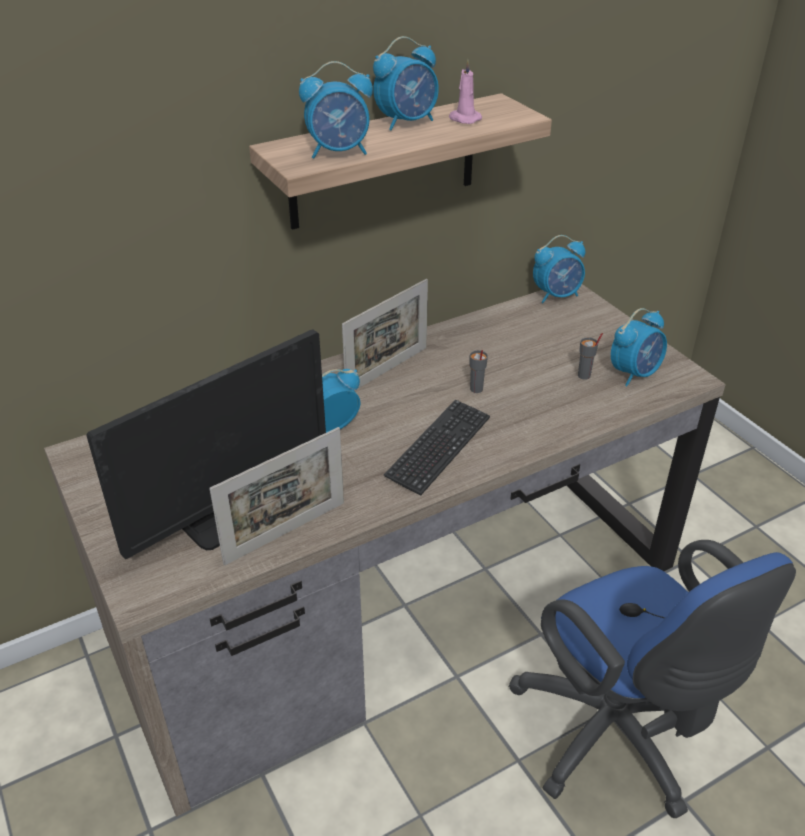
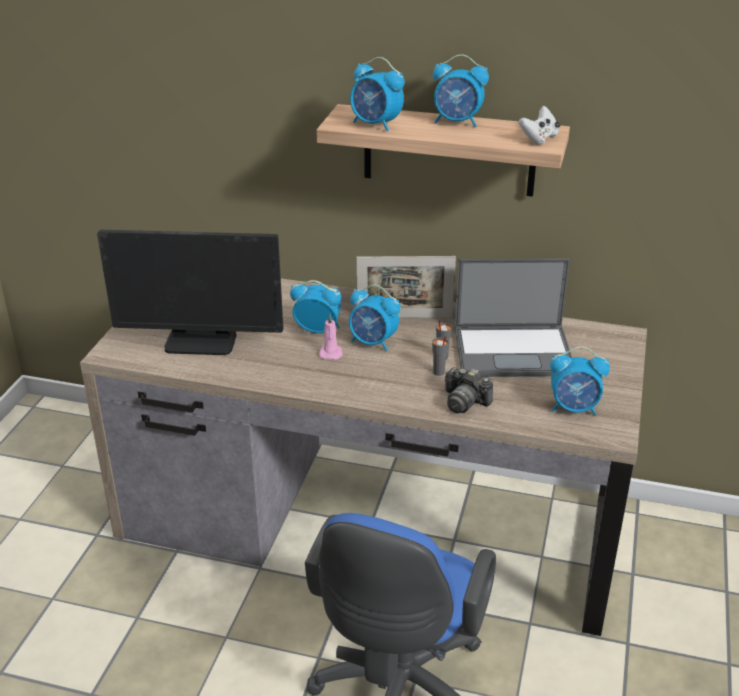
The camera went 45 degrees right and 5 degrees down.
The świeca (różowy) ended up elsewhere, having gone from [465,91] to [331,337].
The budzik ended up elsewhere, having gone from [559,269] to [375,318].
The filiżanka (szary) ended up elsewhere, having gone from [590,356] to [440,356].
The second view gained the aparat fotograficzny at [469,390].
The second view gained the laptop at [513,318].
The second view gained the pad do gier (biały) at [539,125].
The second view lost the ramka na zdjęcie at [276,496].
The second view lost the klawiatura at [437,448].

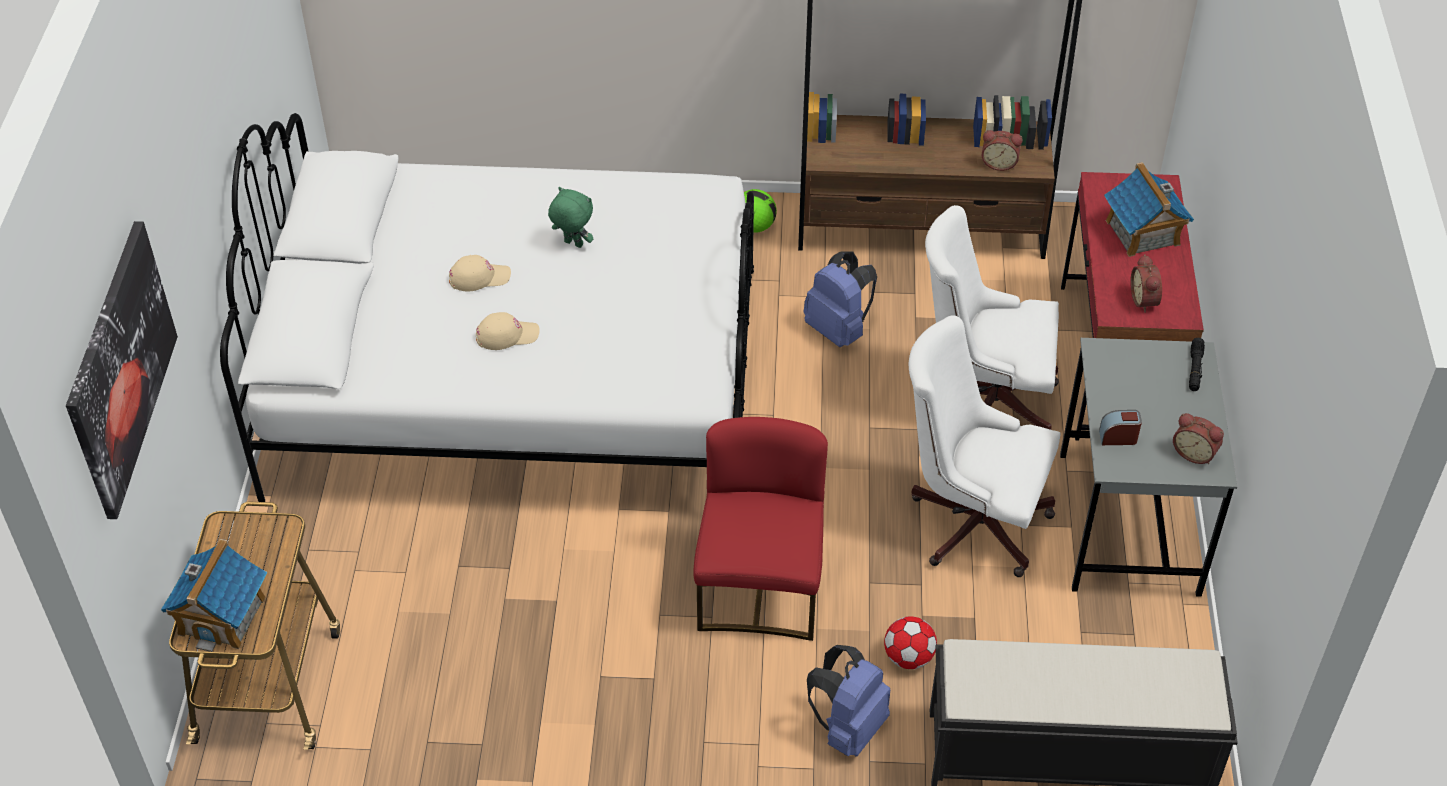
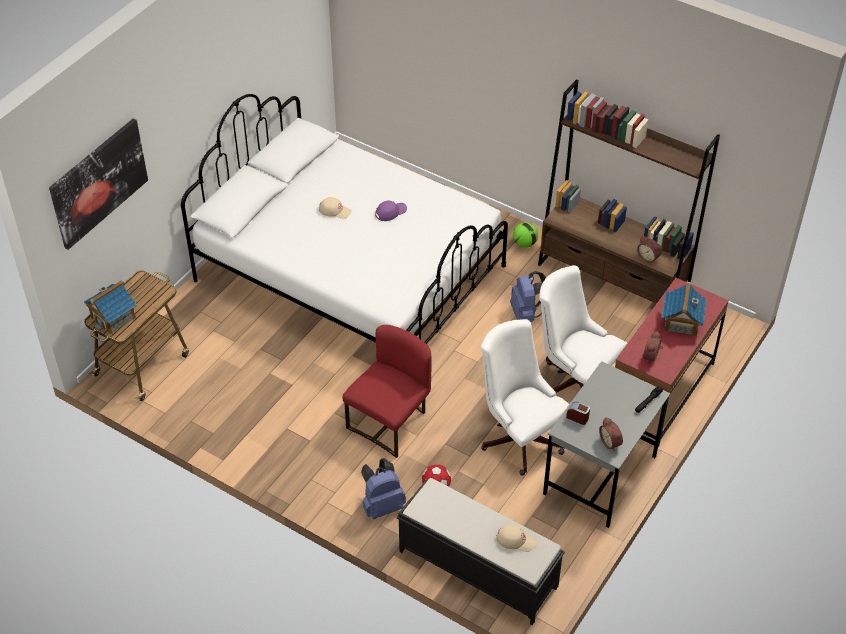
The camera went 30 degrees right and 0 degrees up.
Where the pluszak (zielony) stood at [570,217], the czapka z daszkiem (fioletowy) came to stand at [391,211].
The czapka z daszkiem (beżowy) ended up elsewhere, having gone from [508,331] to [516,538].

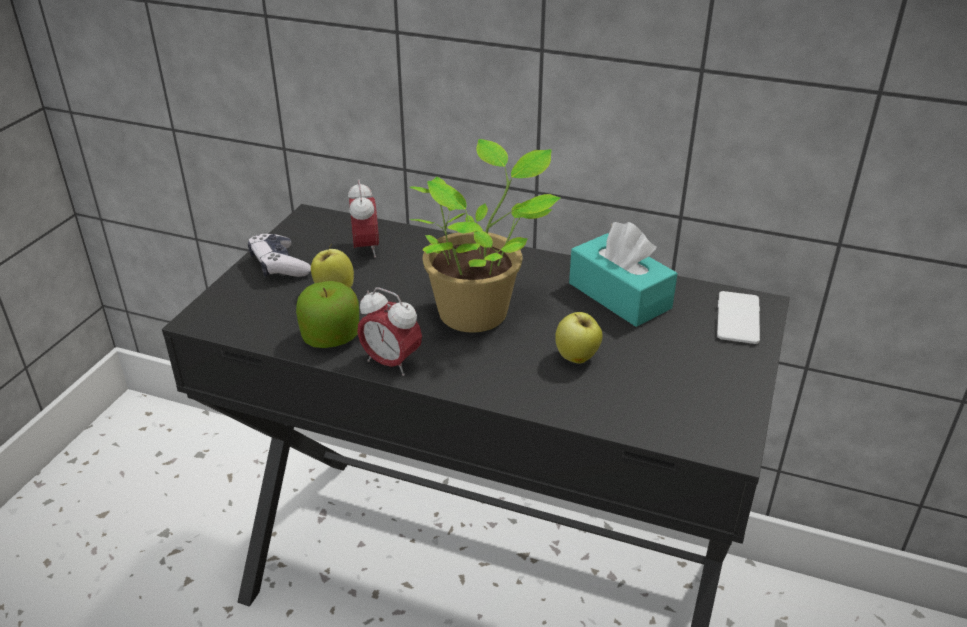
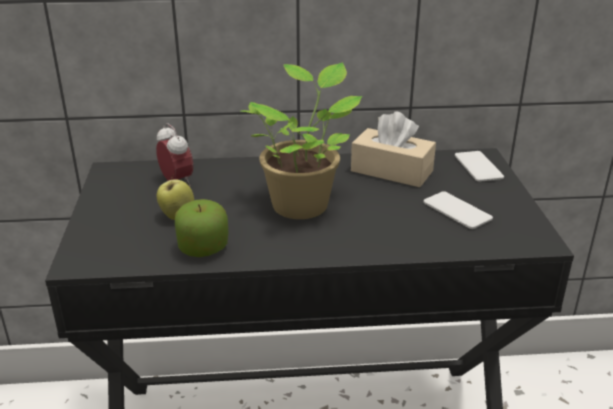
The camera went 25 degrees left and 5 degrees down.
What was the pudełko chusteczek (turkusowy) at [623,274] turned into the pudełko chusteczek (beżowy) at [393,149].
The second view gained the telefon at [458,210].
The second view lost the pad do gier at [279,255].
The second view lost the budzik at [389,332].
The second view lost the jabłko at [578,338].

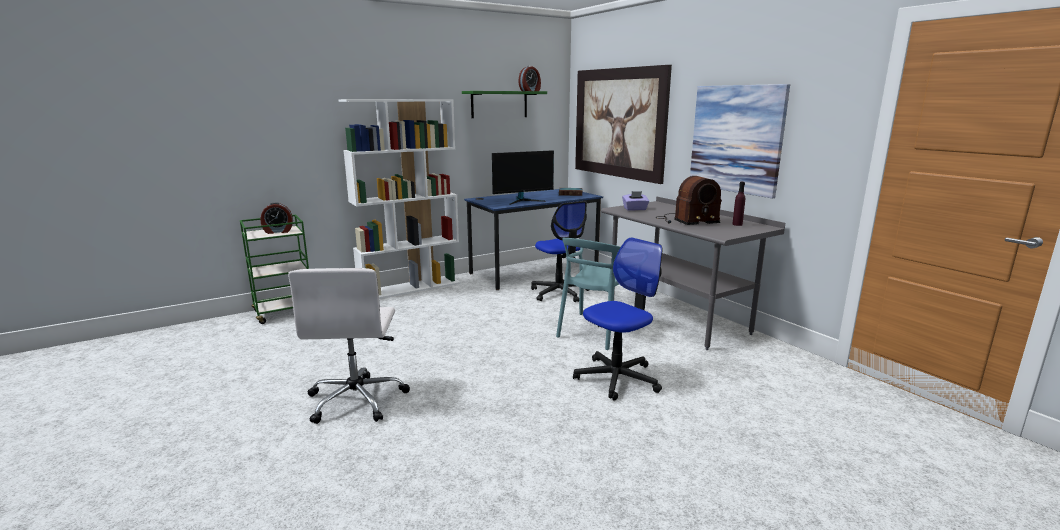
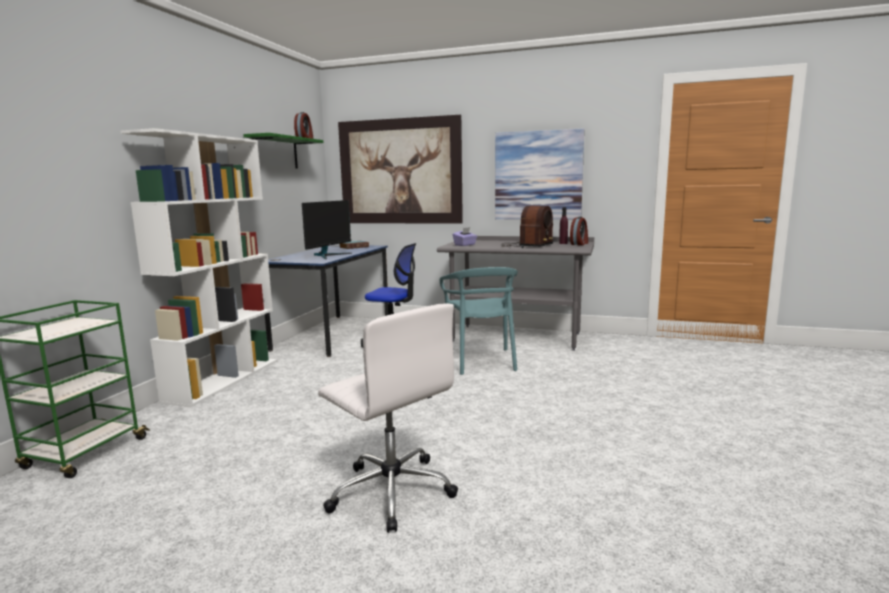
The camera went 40 degrees left and 5 degrees down.
The budzik ended up elsewhere, having gone from [276,218] to [579,230].
The second view lost the krzesło biurowe at [618,319].

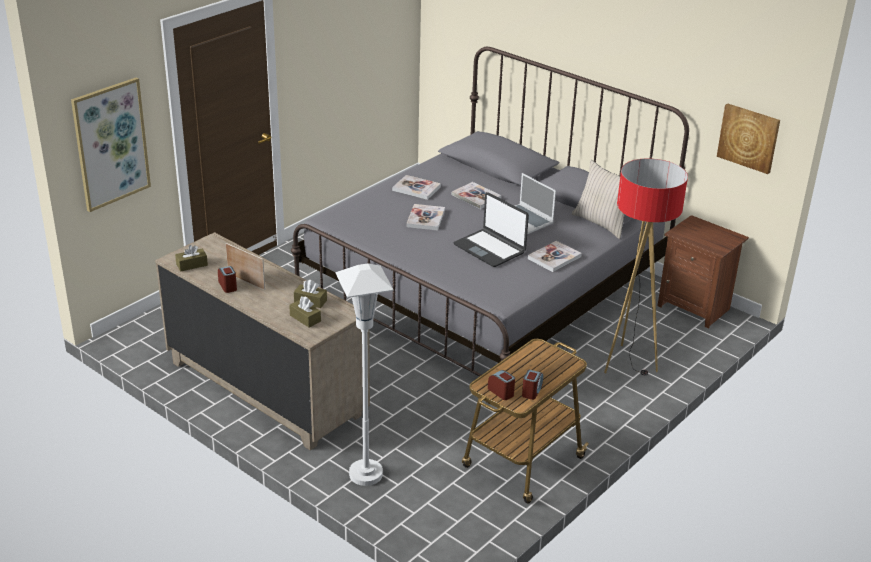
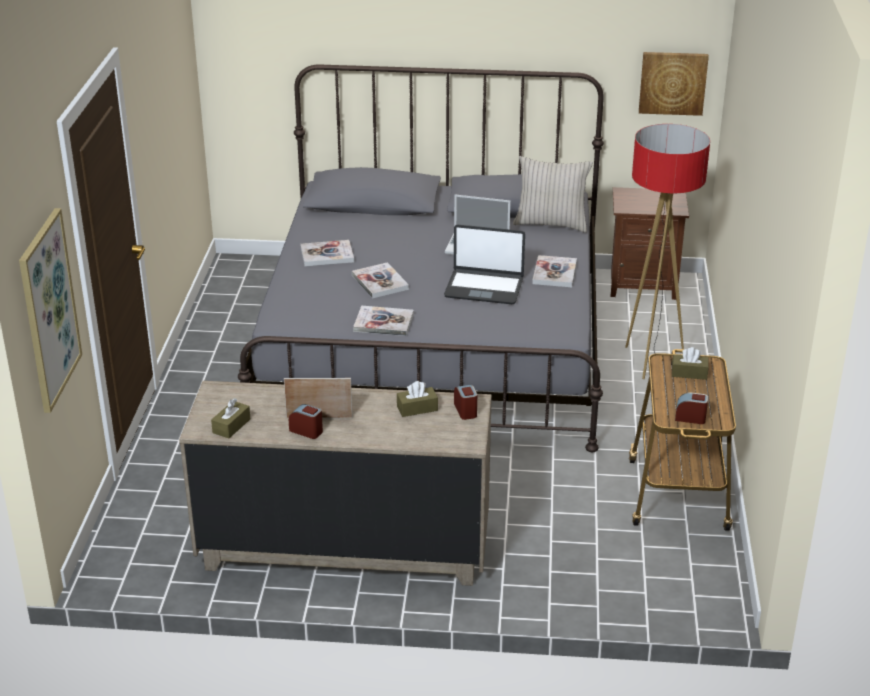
The camera went 35 degrees left and 0 degrees up.
The książka ended up elsewhere, having gone from [477,195] to [383,321].
The budzik ended up elsewhere, having gone from [532,385] to [465,402].
The pudełko chusteczek (brązowy) ended up elsewhere, having gone from [305,311] to [690,363].
The second view lost the lampa stojąca (biały) at [365,374].

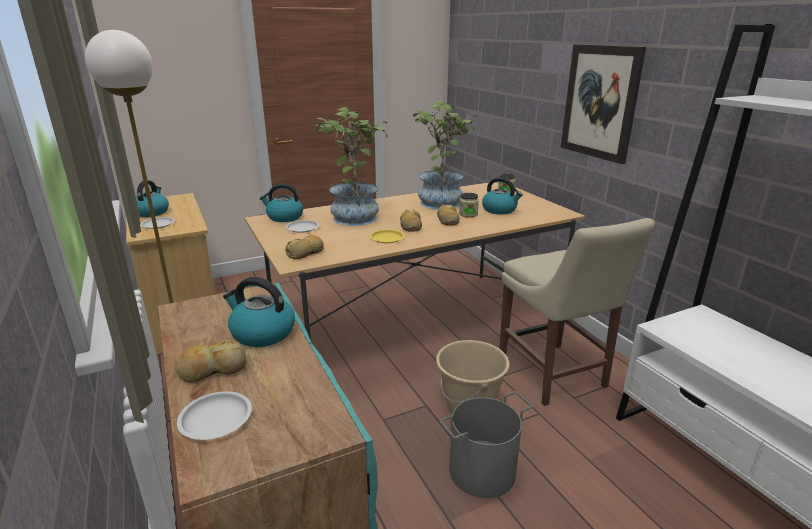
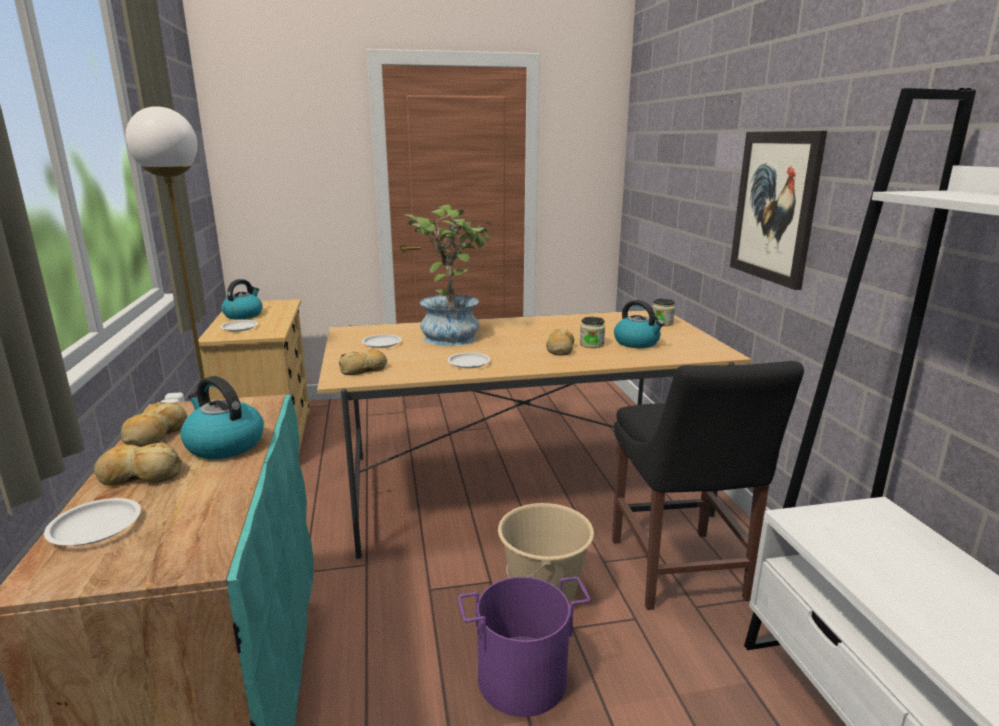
The camera went 15 degrees right and 5 degrees down.
The chleb ended up elsewhere, having gone from [411,220] to [154,424].
What was the talerz (żółty) at [387,236] turned into the talerz (biały) at [469,360].
What was the wiadro (szary) at [486,444] turned into the wiadro (fioletowy) at [524,647].
What was the krzesło (beżowy) at [577,312] turned into the krzesło (czarny) at [708,485].
The second view lost the czajnik at [281,203].
The second view lost the roślina doniczkowa at [444,155].

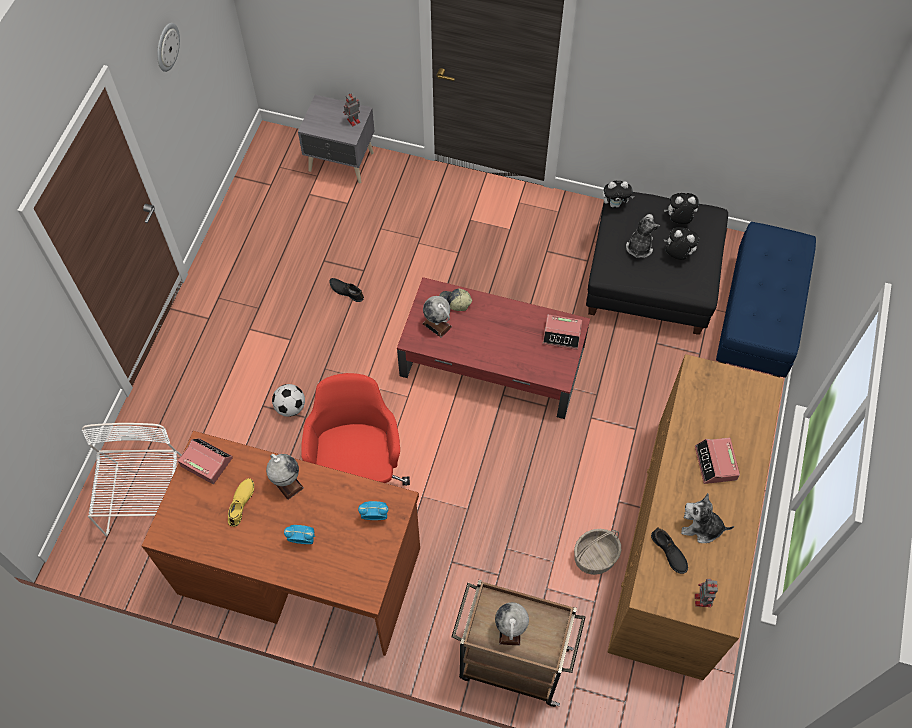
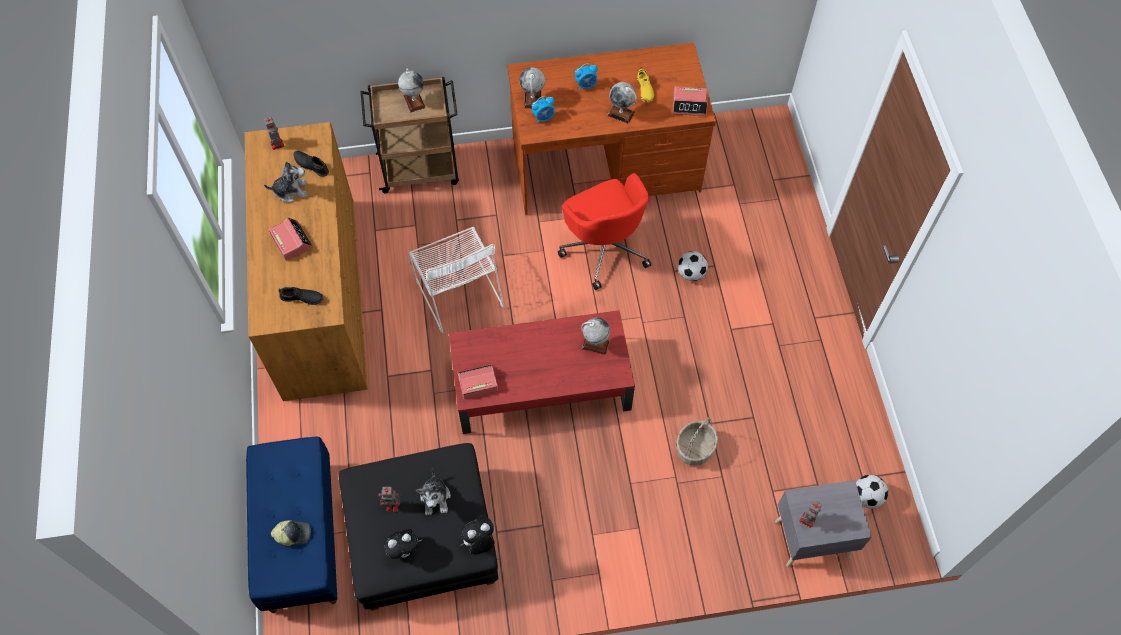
The camera went 155 degrees right and 0 degrees up.
The czapka z daszkiem ended up elsewhere, having gone from [455,299] to [291,533].
The but (czarny) ended up elsewhere, having gone from [346,290] to [301,296].
Where the pluszak stood at [681,243], the robot zabawkowy came to stand at [390,499].
The krzesło (biały) ended up elsewhere, having gone from [132,479] to [456,280].
The second view gained the globus at [532,87].
The koszyk ended up elsewhere, having gone from [597,552] to [697,441].
The second view gained the piłka futbolowa at [872,491].
The second view lost the zegar ścienny at [168,47].

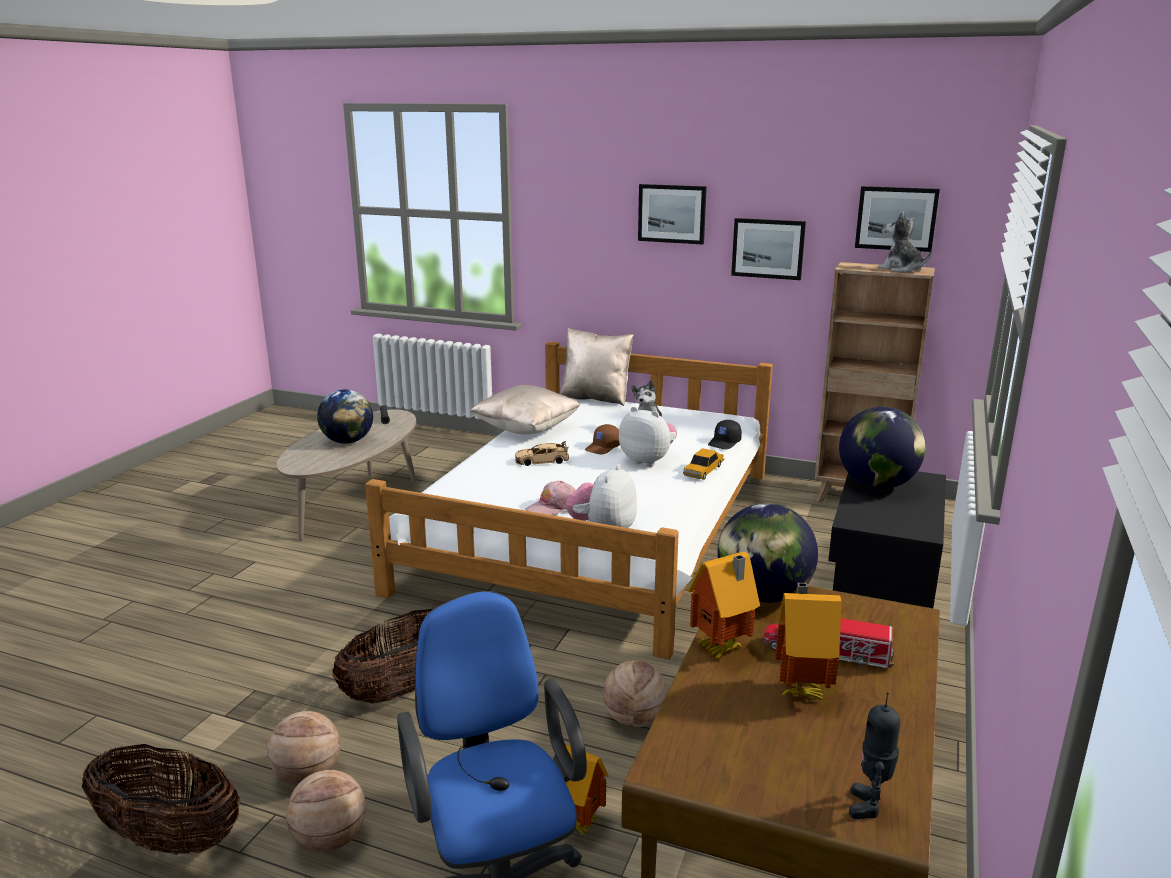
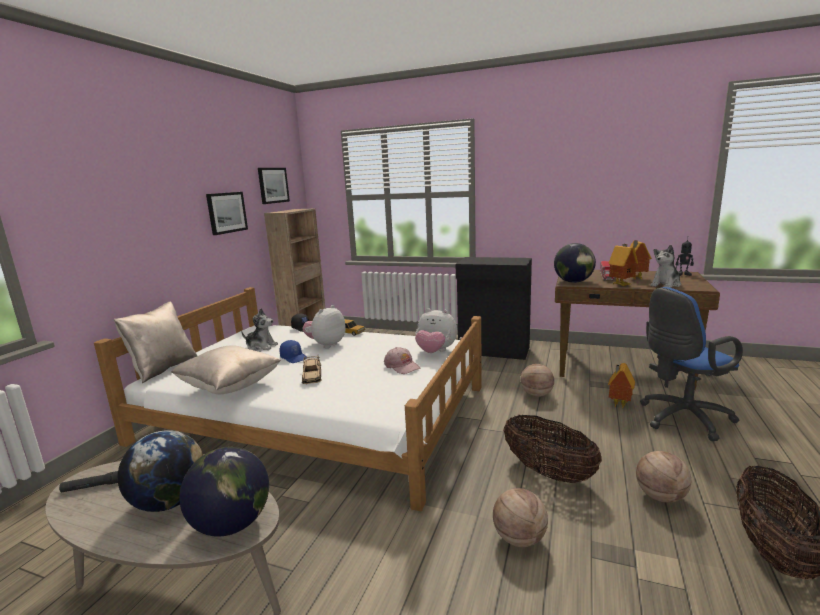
The camera went 90 degrees left and 5 degrees down.
The globus ended up elsewhere, having gone from [882,448] to [224,492].
What was the czapka z daszkiem (brązowy) at [602,439] turned into the czapka z daszkiem (niebieski) at [293,351].
The piłka do koszykówki ended up elsewhere, having gone from [326,811] to [520,517].
The pluszak ended up elsewhere, having gone from [905,242] to [665,266].
The second view lost the obraz at [672,214].

